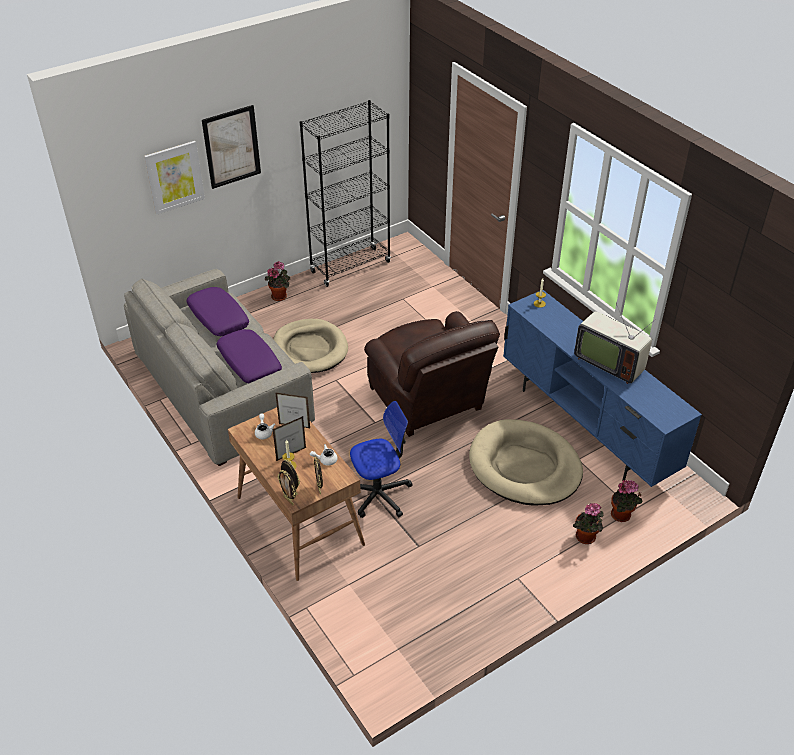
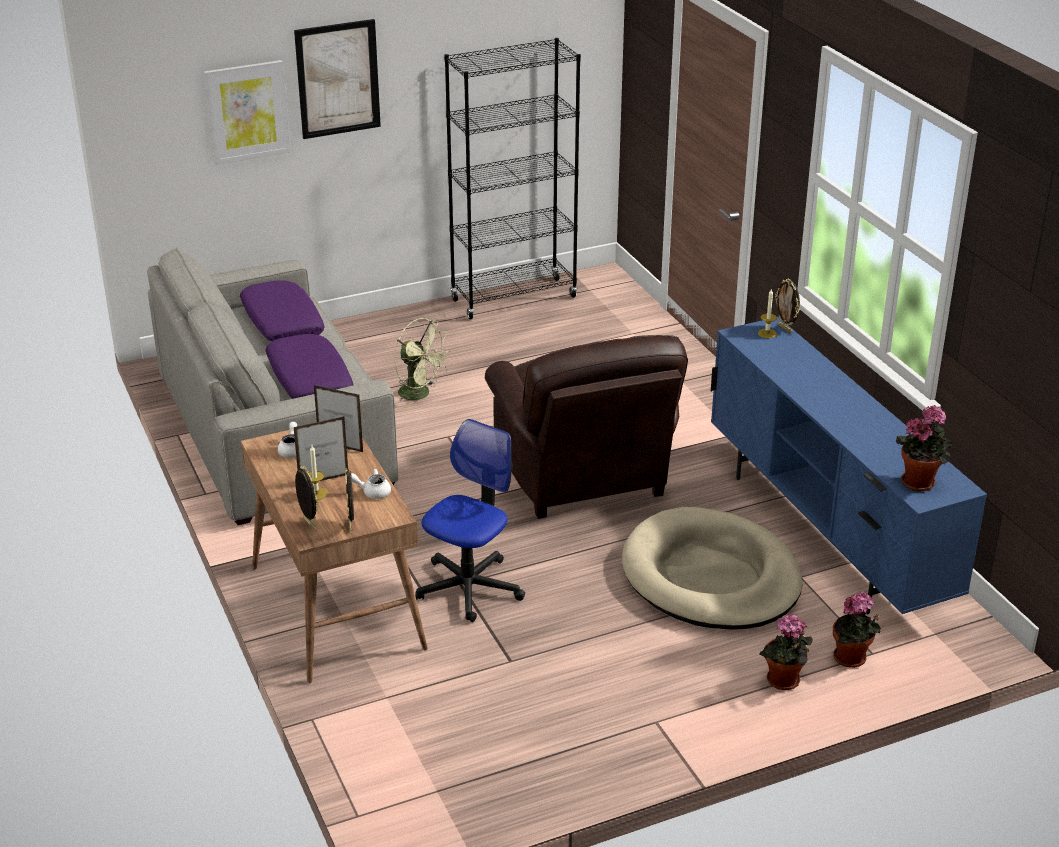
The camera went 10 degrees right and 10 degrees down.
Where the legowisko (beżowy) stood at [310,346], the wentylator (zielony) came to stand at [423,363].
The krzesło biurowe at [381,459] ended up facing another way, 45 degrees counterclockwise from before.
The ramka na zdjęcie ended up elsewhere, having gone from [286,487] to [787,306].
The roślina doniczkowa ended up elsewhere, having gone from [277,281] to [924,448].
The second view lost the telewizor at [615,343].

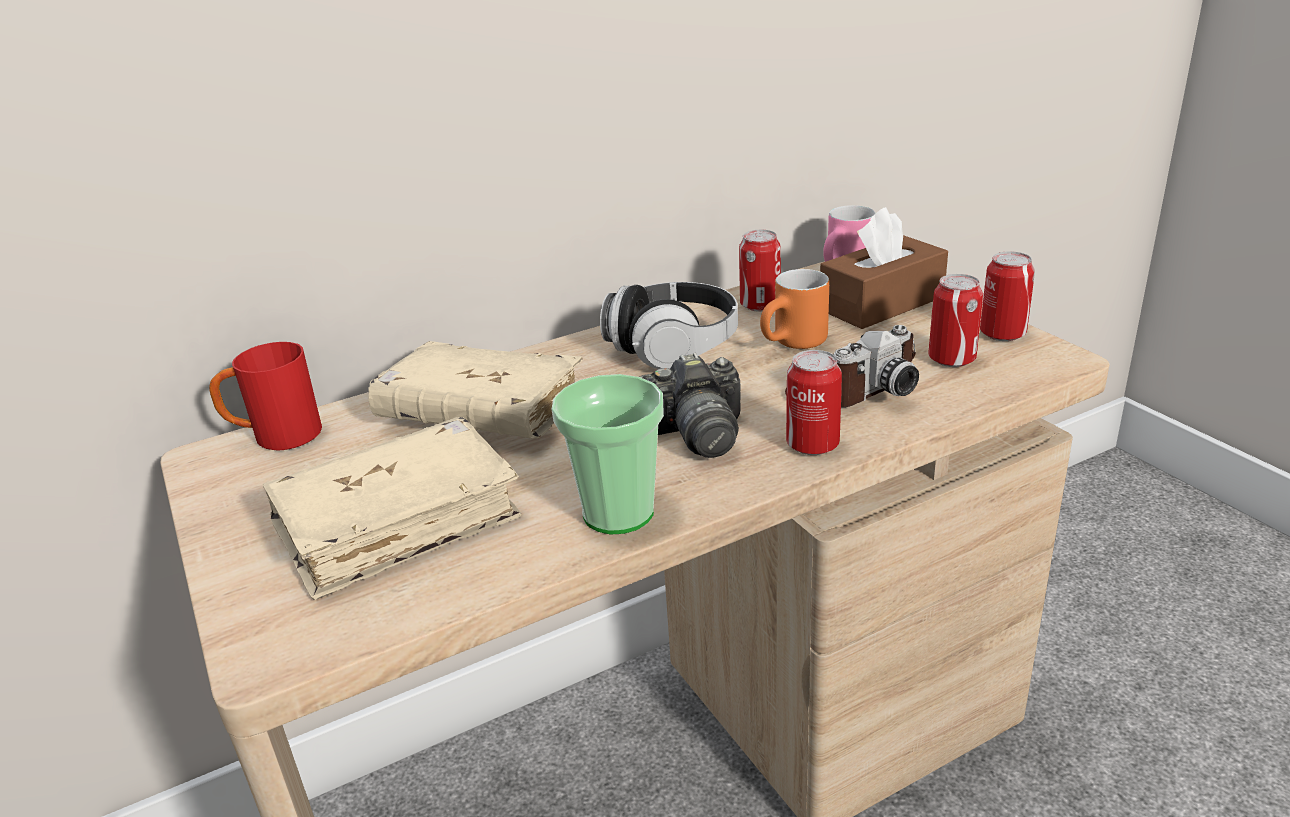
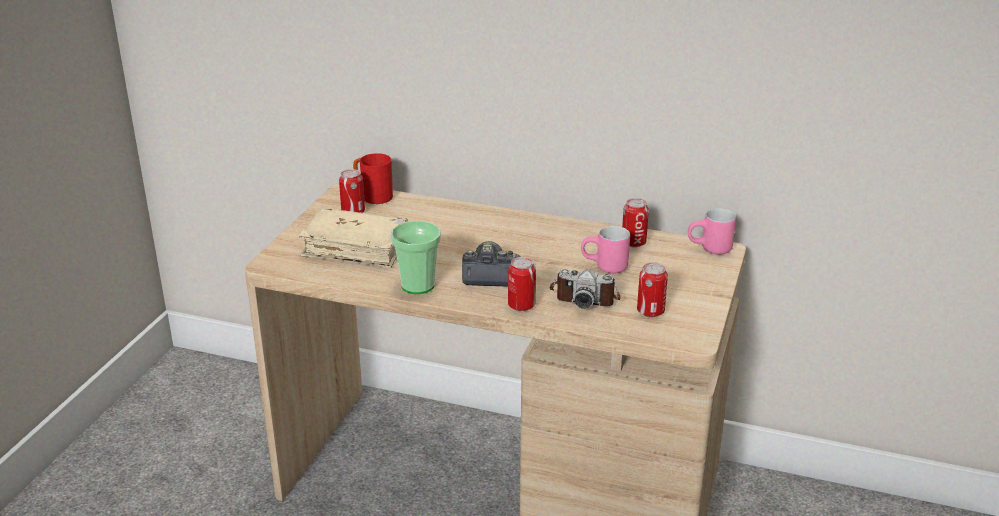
The camera went 45 degrees right and 0 degrees up.
The puszka ended up elsewhere, having gone from [1007,296] to [352,191].
The aparat fotograficzny at [690,405] ended up facing another way, 150 degrees clockwise from before.
What was the kubek (pomarańczowy) at [794,309] turned into the kubek (różowy) at [605,249].
The second view lost the książka (beżowy) at [475,390].
The second view lost the słuchawki at [669,325].
The second view lost the pudełko chusteczek (brązowy) at [884,268].

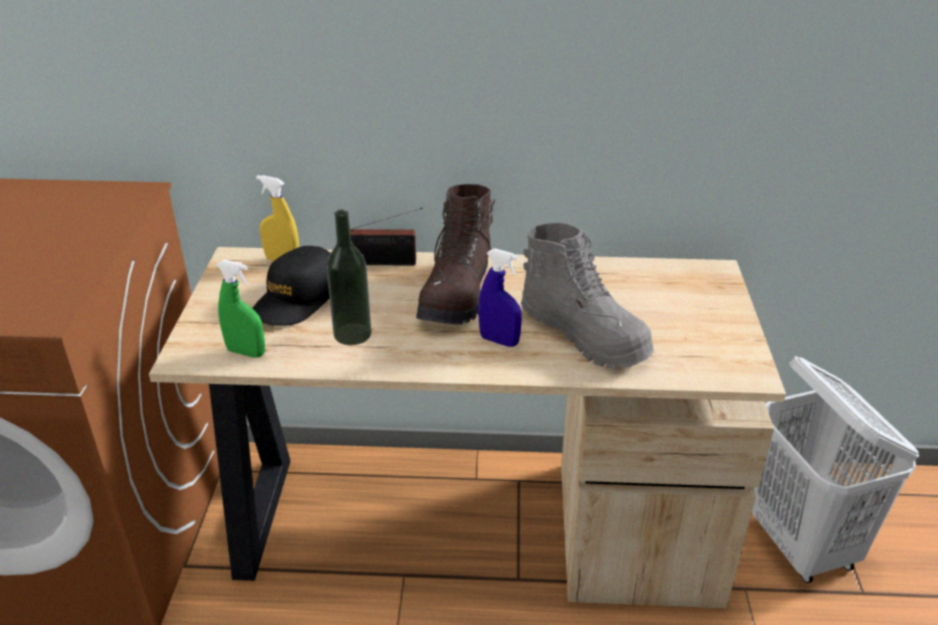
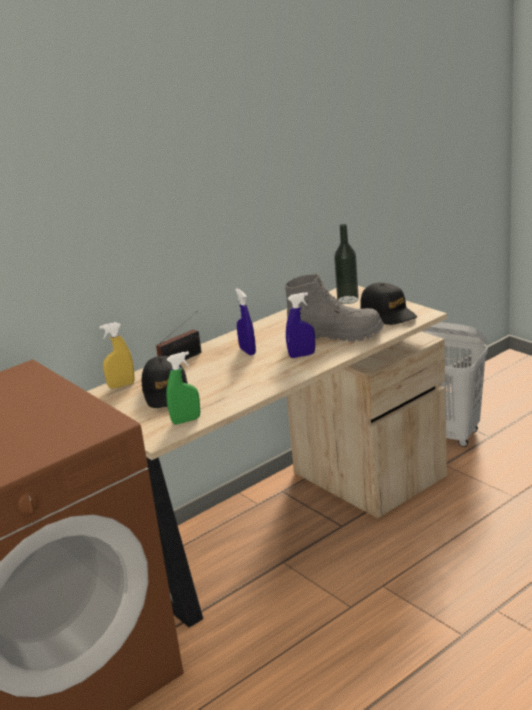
The camera went 40 degrees left and 10 degrees down.
Where the but z cholewką (brązowy) stood at [455,254], the spryskiwacz (niebieski) came to stand at [245,321].
The butelka ended up elsewhere, having gone from [349,277] to [346,264].
The second view gained the czapka z daszkiem (czarny) at [388,303].

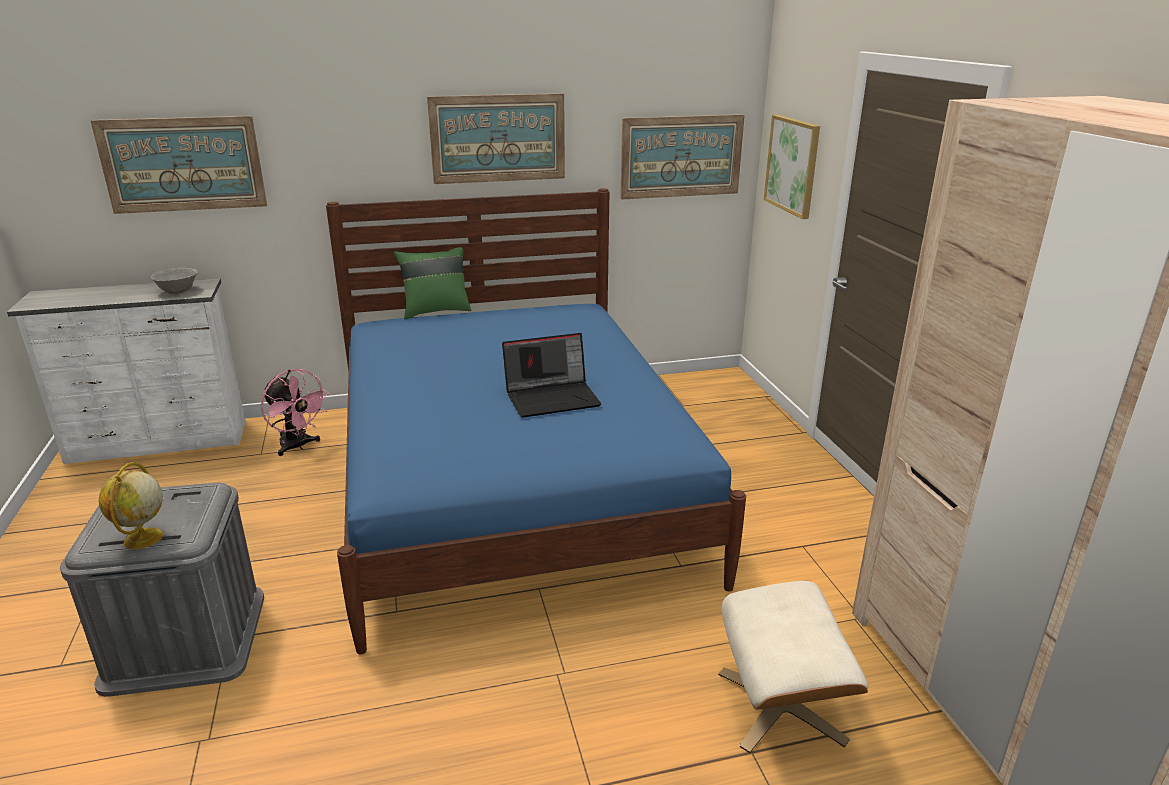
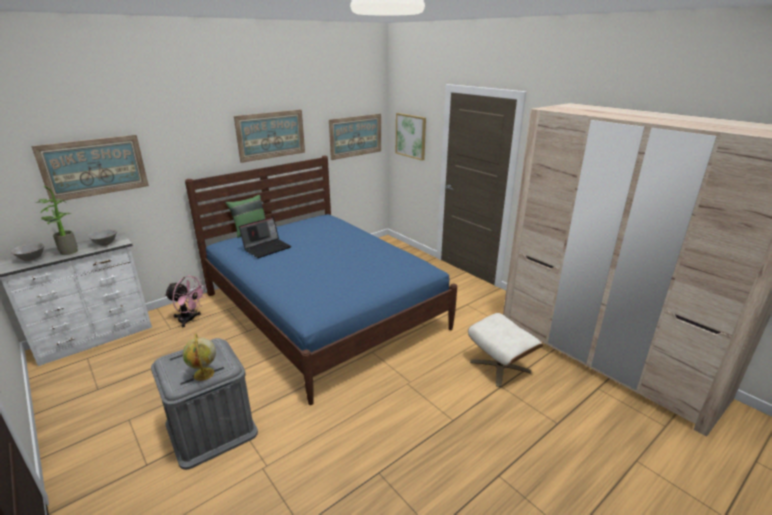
The camera went 25 degrees left and 0 degrees up.
The second view gained the miska (szary) at [27,252].
The second view gained the roślina doniczkowa at [56,220].
The laptop ended up elsewhere, having gone from [551,375] to [265,237].

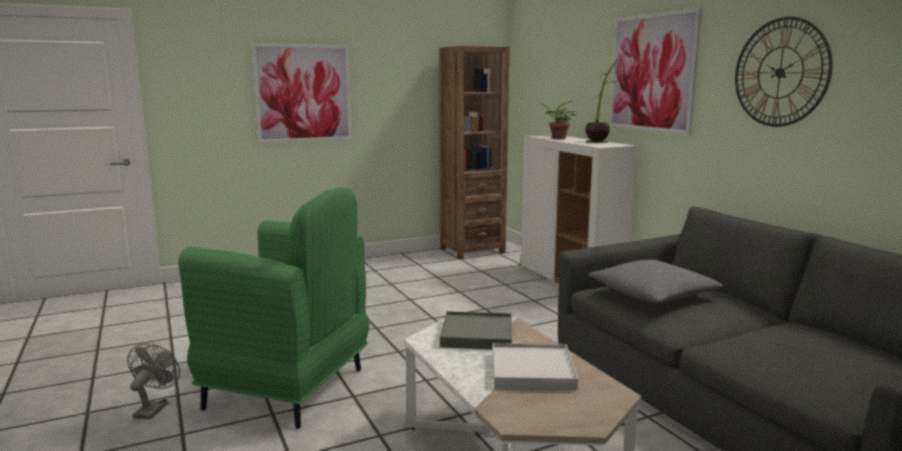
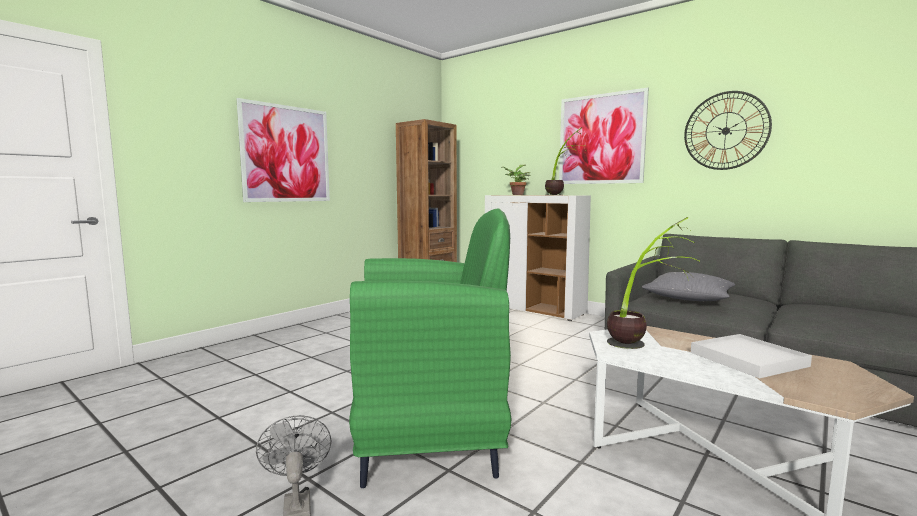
The camera went 25 degrees left and 5 degrees down.
Where the taca (szary) stood at [476,330], the roślina doniczkowa came to stand at [653,283].

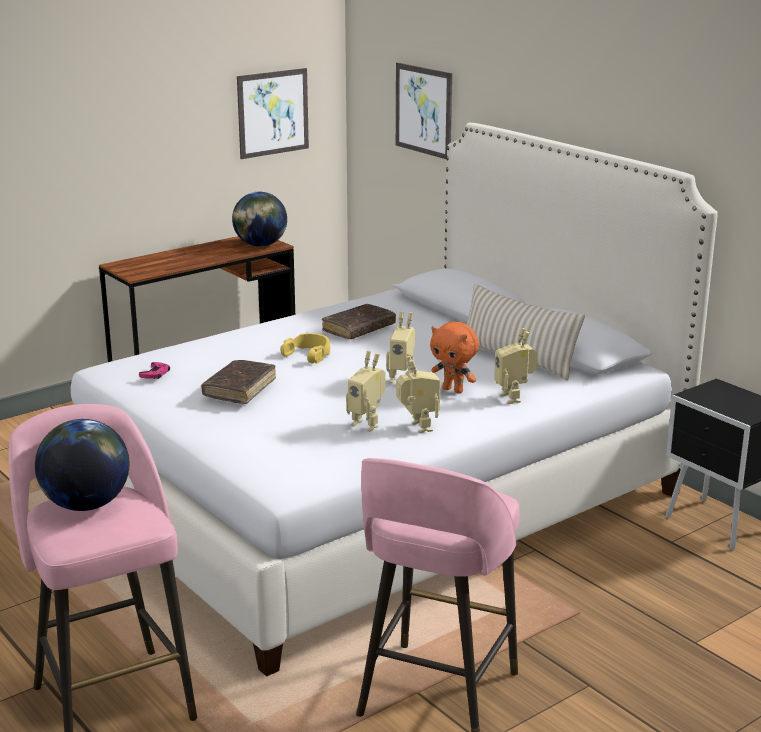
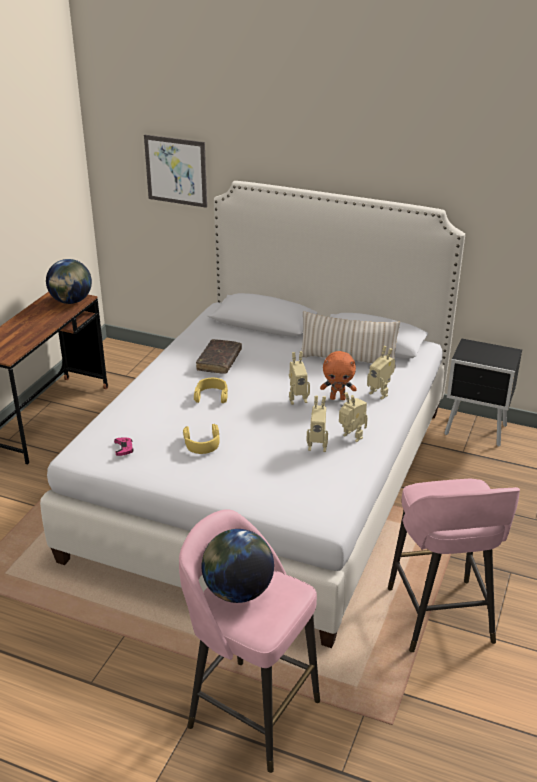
The camera went 30 degrees left and 10 degrees up.
Where the książka (brązowy) stood at [238,382], the słuchawki (żółty) came to stand at [201,439].
The second view lost the obraz at [273,113].

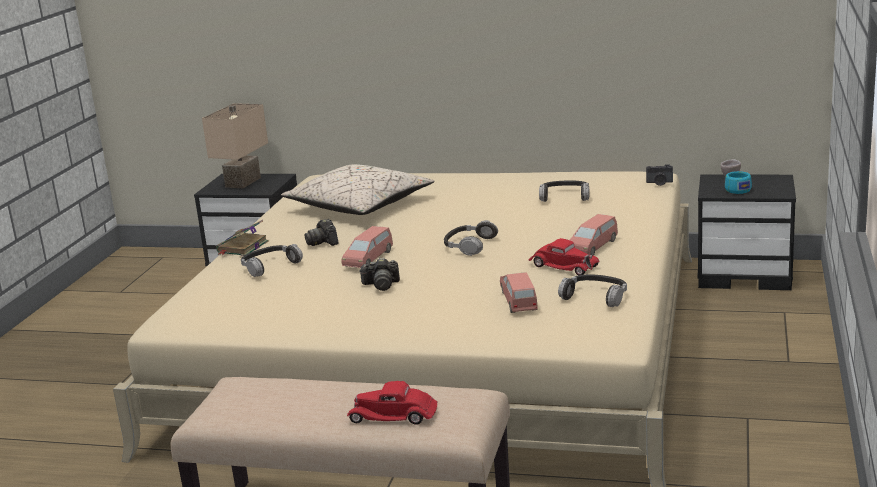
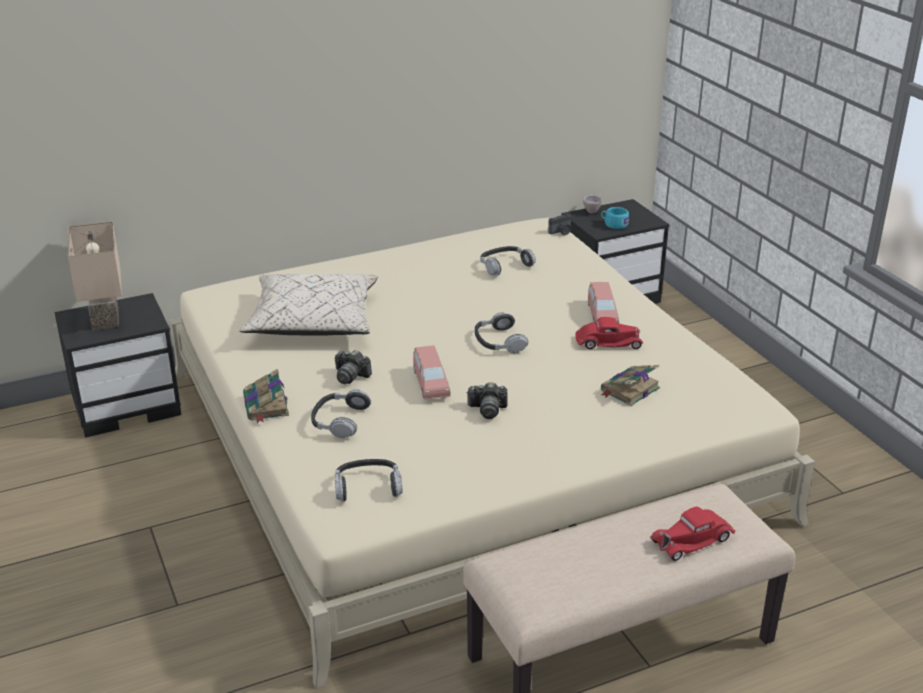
The camera went 40 degrees left and 10 degrees up.
The słuchawki ended up elsewhere, having gone from [592,290] to [369,480].
The aparat fotograficzny at [379,274] ended up facing another way, 45 degrees clockwise from before.
Where the samochodzik (różowy) stood at [519,292], the książka came to stand at [630,385].

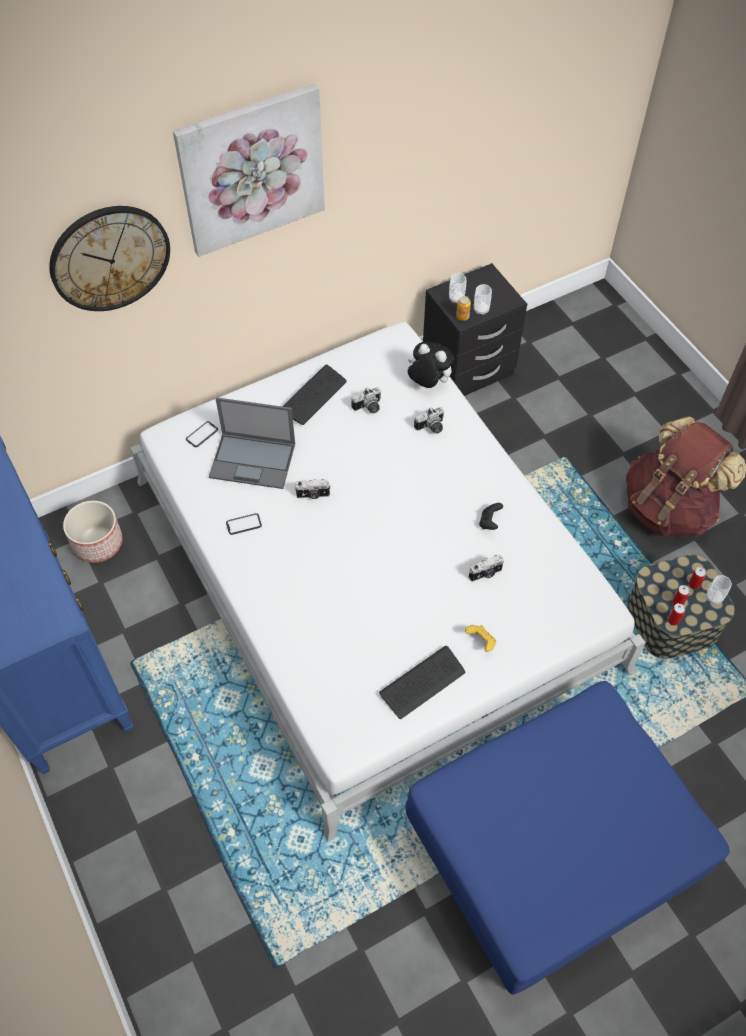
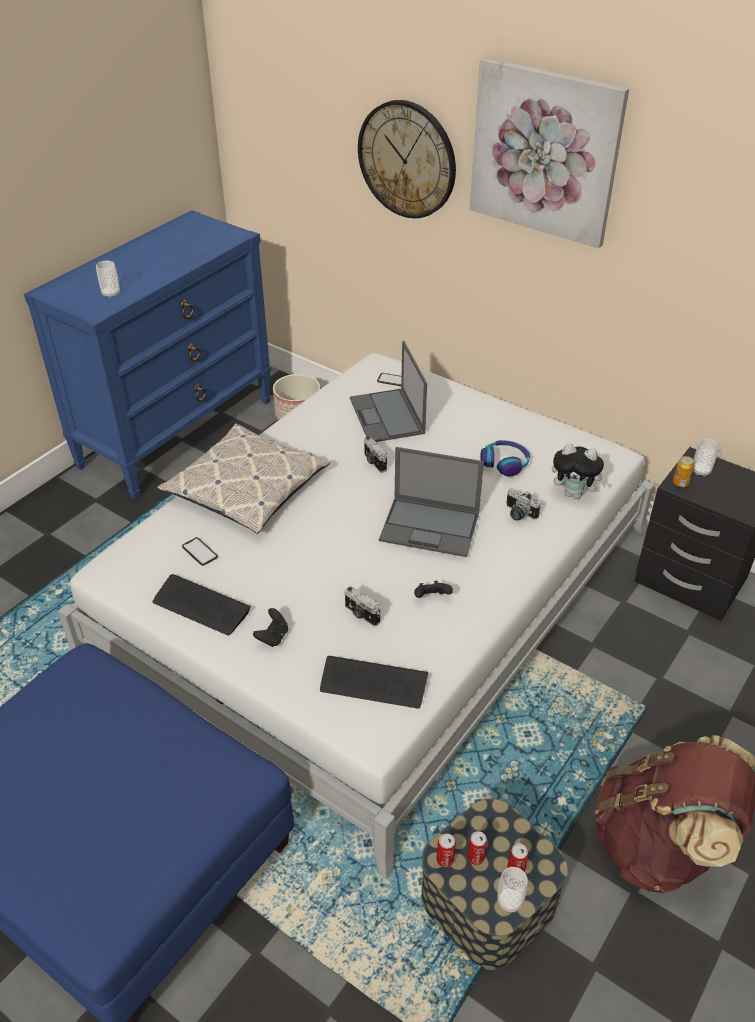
The camera went 65 degrees right and 15 degrees down.
The filiżanka ended up elsewhere, having gone from [483,299] to [108,279].
The second view gained the poduszka at [244,479].
The telefon ended up elsewhere, having gone from [244,524] to [200,551].
What was the pad do gier (żółty) at [480,638] turned into the pad do gier (czarny) at [270,627].
The klawiatura ended up elsewhere, having gone from [314,395] to [374,682].
The second view gained the laptop at [431,502].
Where the aparat fotograficzny stood at [366,400], the słuchawki came to stand at [505,458].
The pluszak at [431,365] ended up facing another way, 105 degrees clockwise from before.

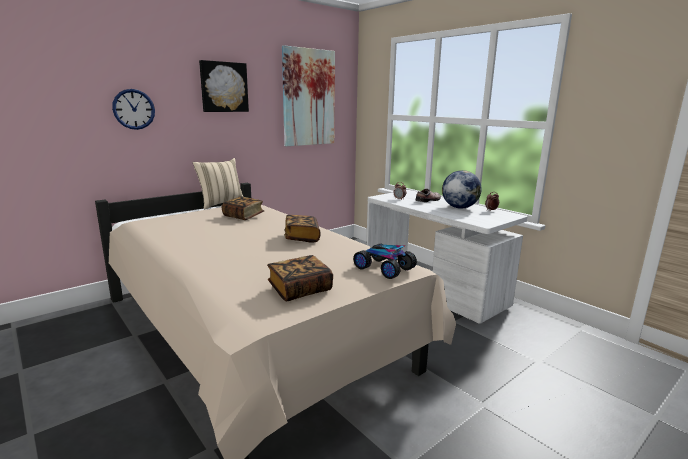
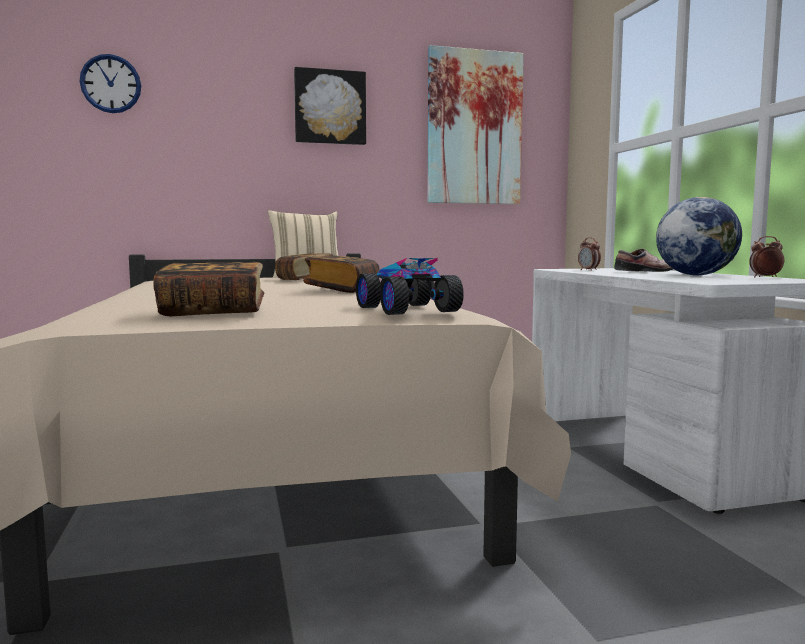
The camera went 25 degrees right and 10 degrees down.
The zegar ścienny ended up elsewhere, having gone from [133,109] to [110,83].

